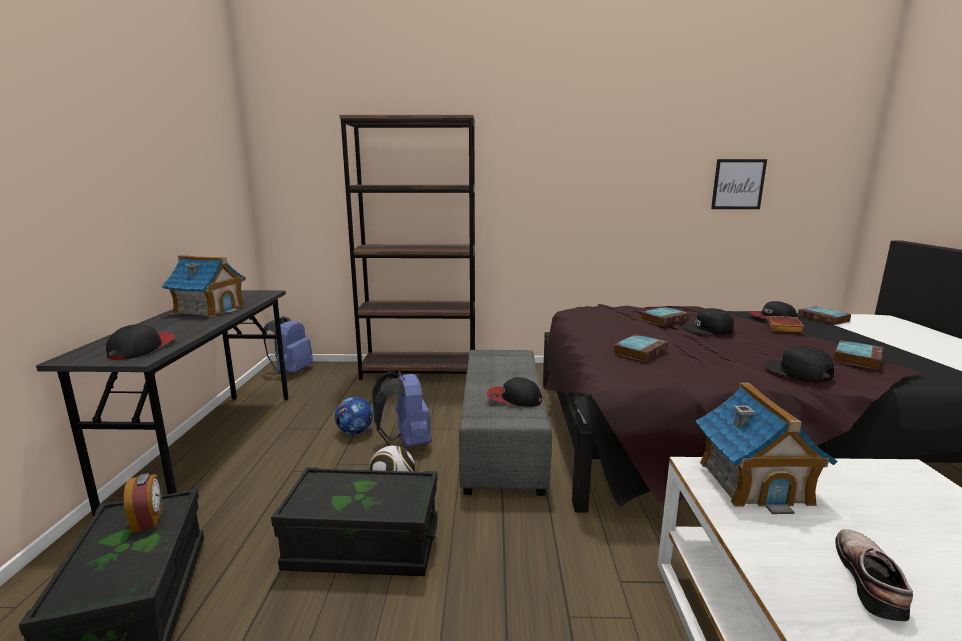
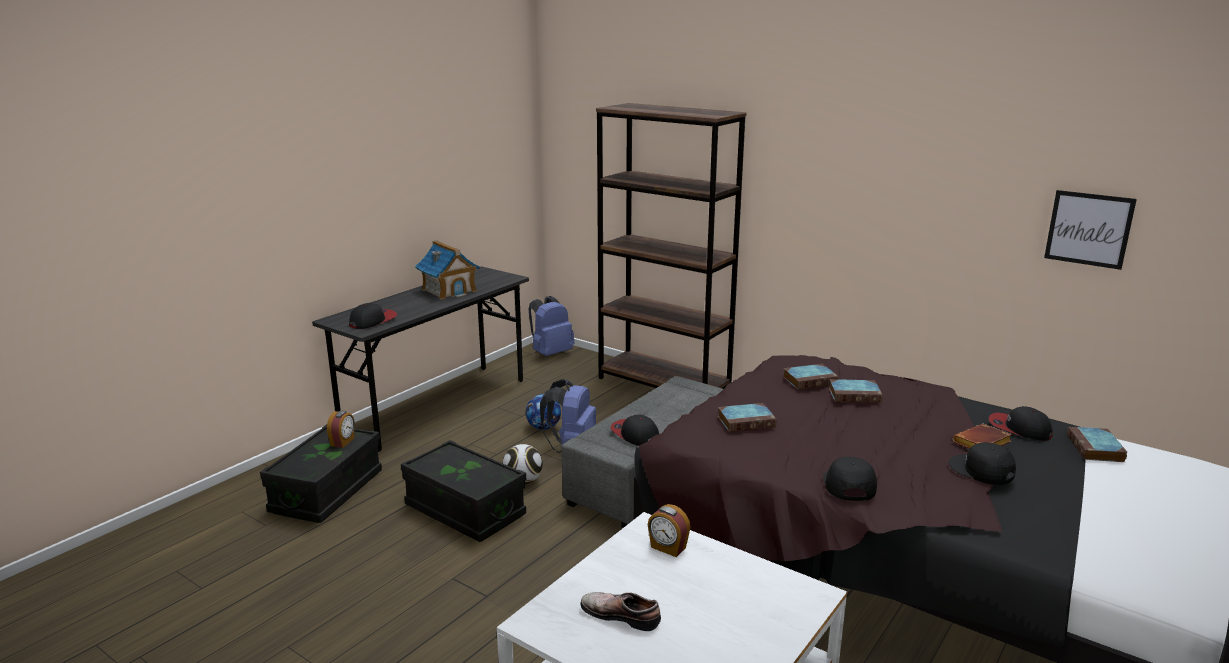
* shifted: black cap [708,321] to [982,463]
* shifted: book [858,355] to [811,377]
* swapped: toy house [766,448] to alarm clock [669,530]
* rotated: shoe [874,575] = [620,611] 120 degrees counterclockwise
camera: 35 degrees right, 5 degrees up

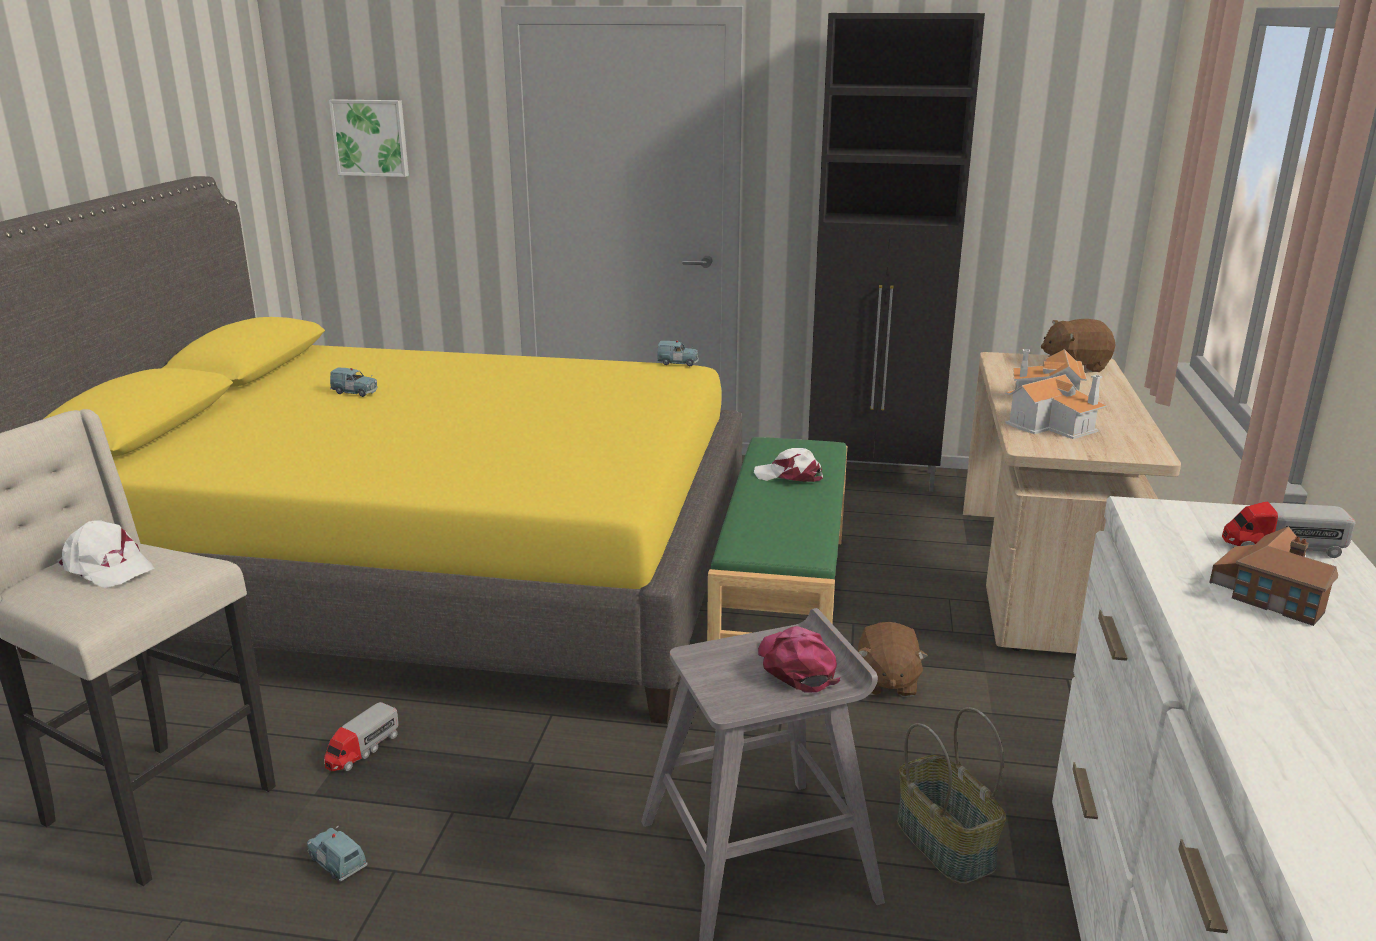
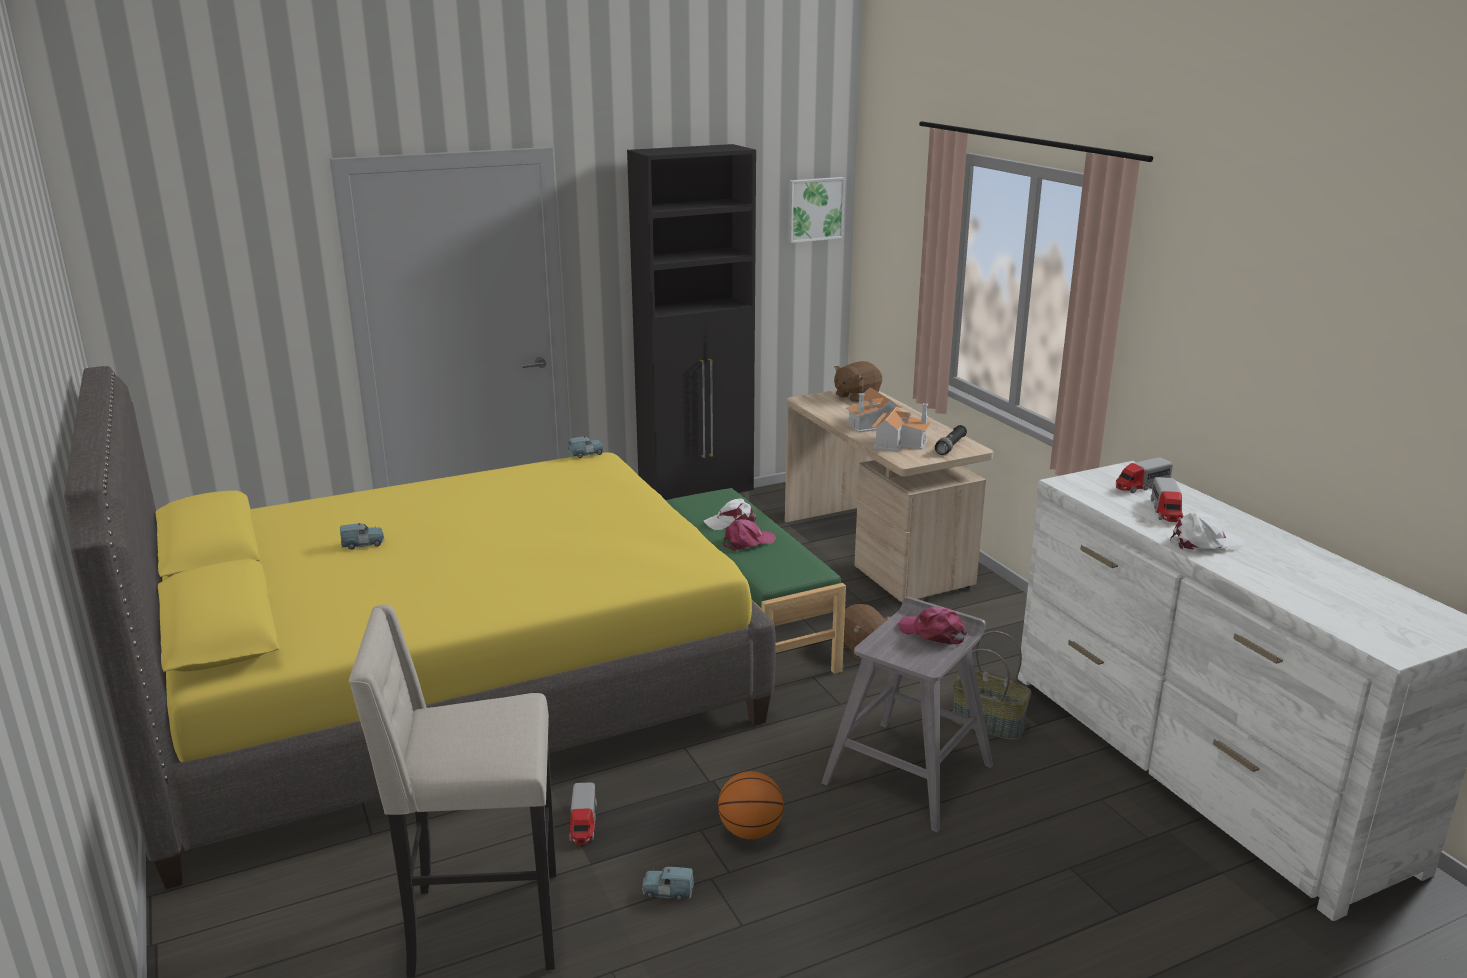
* new: basketball [751,805]
* new: pink cap [749,535]
* new: black flashlight [951,440]
* shifted: white cap [105,554] to [1207,531]
* shifted: picture [369,138] to [816,210]
* swapped: toy house [1273,576] to toy truck [1167,499]
camera: 35 degrees left, 0 degrees up

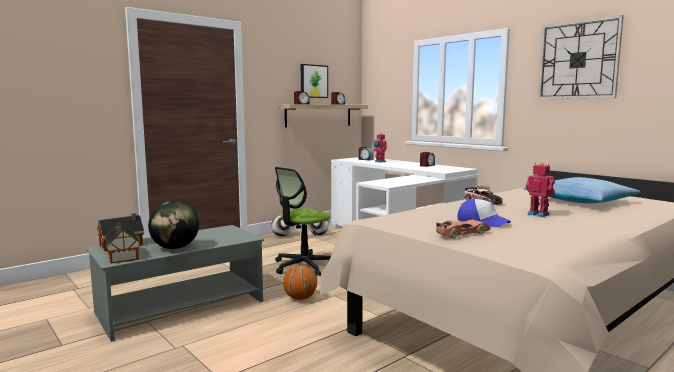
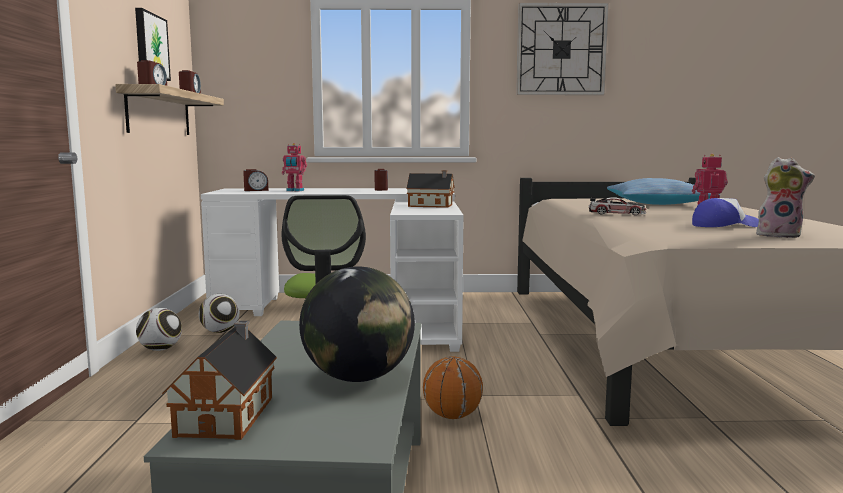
* shifted: toy house [122,243] to [430,189]
* swapped: toy car [463,229] to plush toy [785,197]
camera: 50 degrees left, 0 degrees up

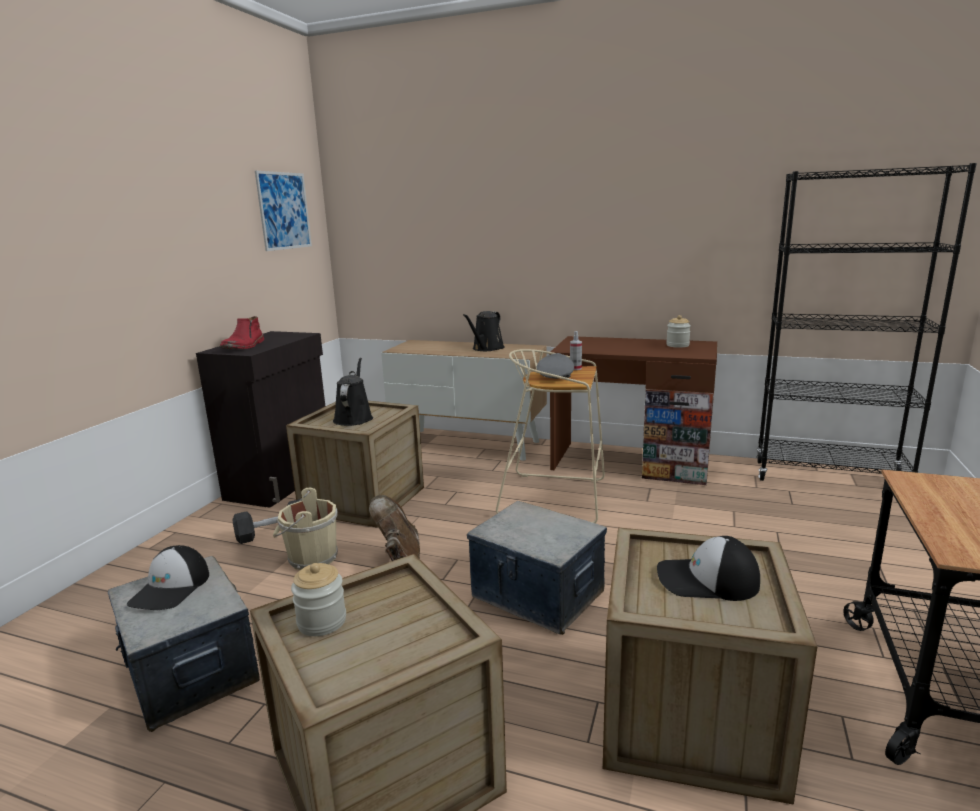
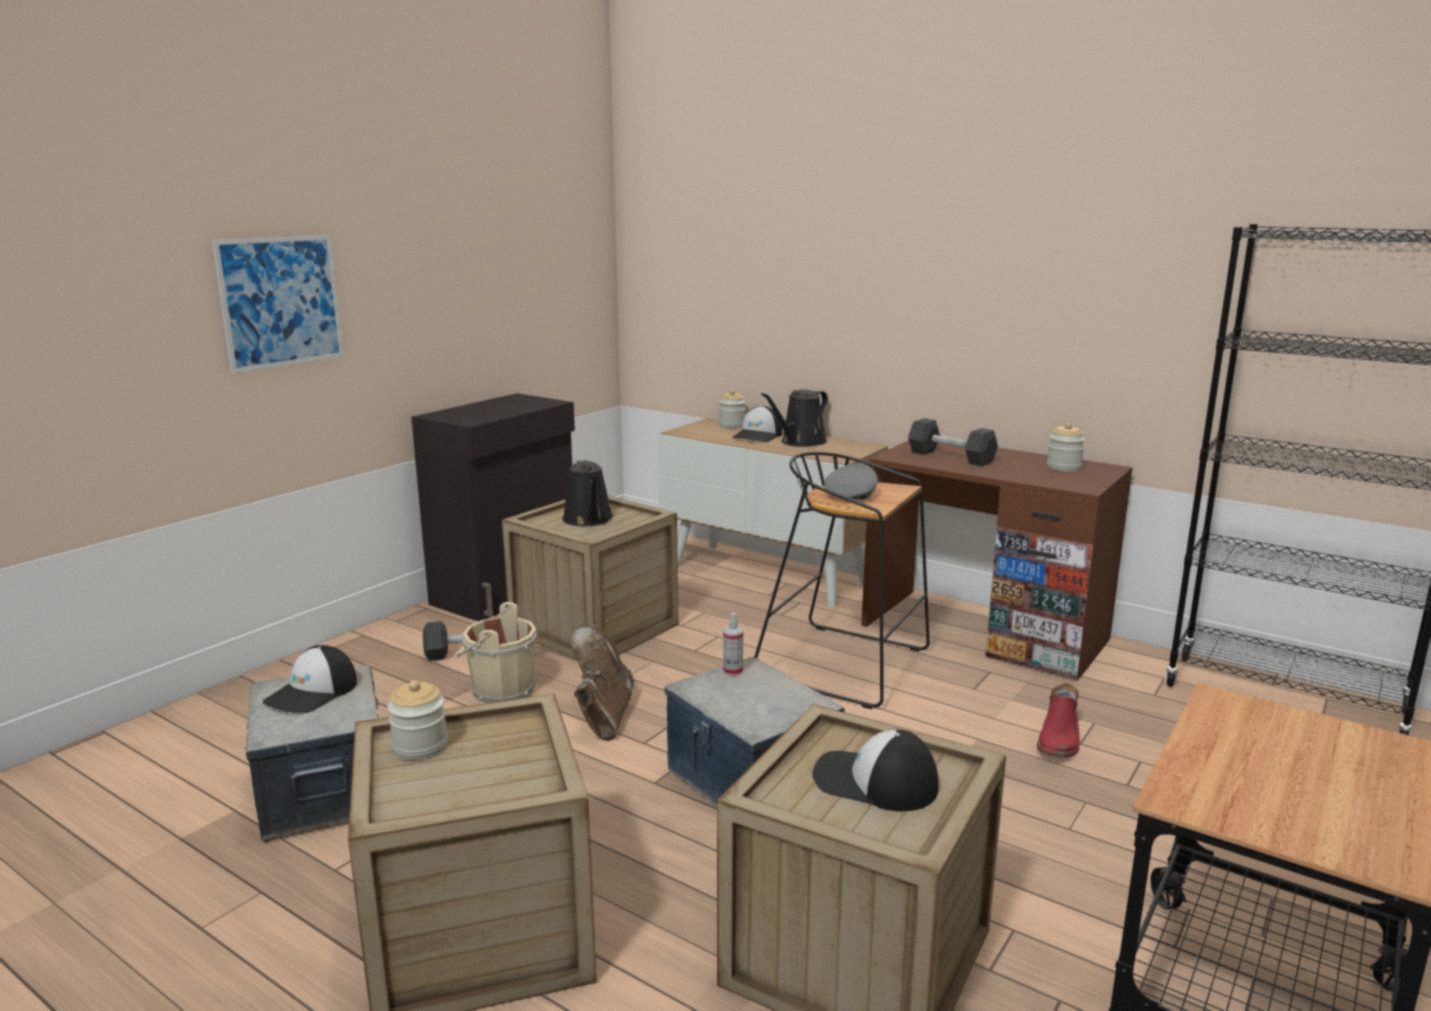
* new: jar [732,409]
* new: cap [757,424]
* new: black dumbbell [953,442]
* shifted: red boot [242,332] to [1058,720]
* shifted: picture [283,211] to [278,304]
* shifted: spray bottle [576,350] to [733,644]
* repainted: beige stool [550,436] to black stool [842,580]
* rotated: black watering can [353,392] = [587,492] 150 degrees clockwise
camera: 15 degrees right, 0 degrees up

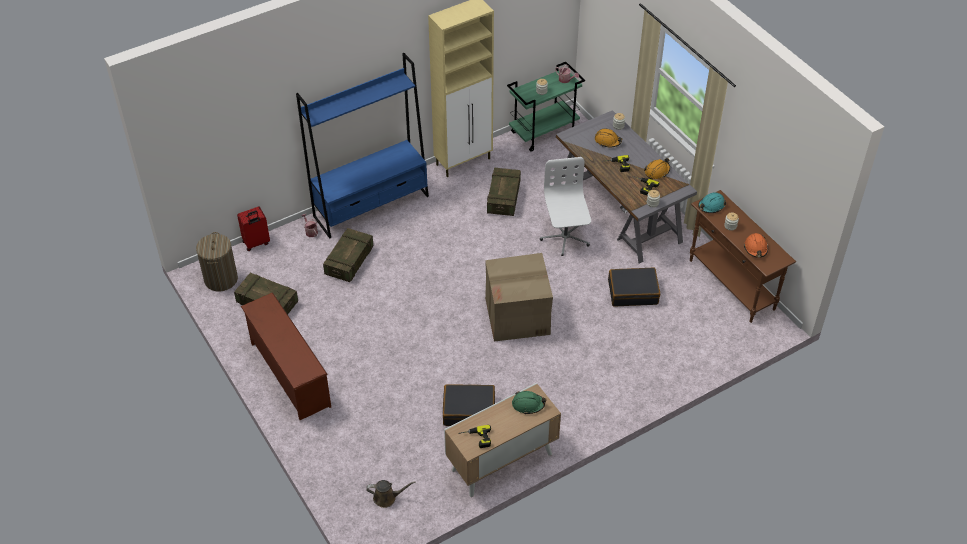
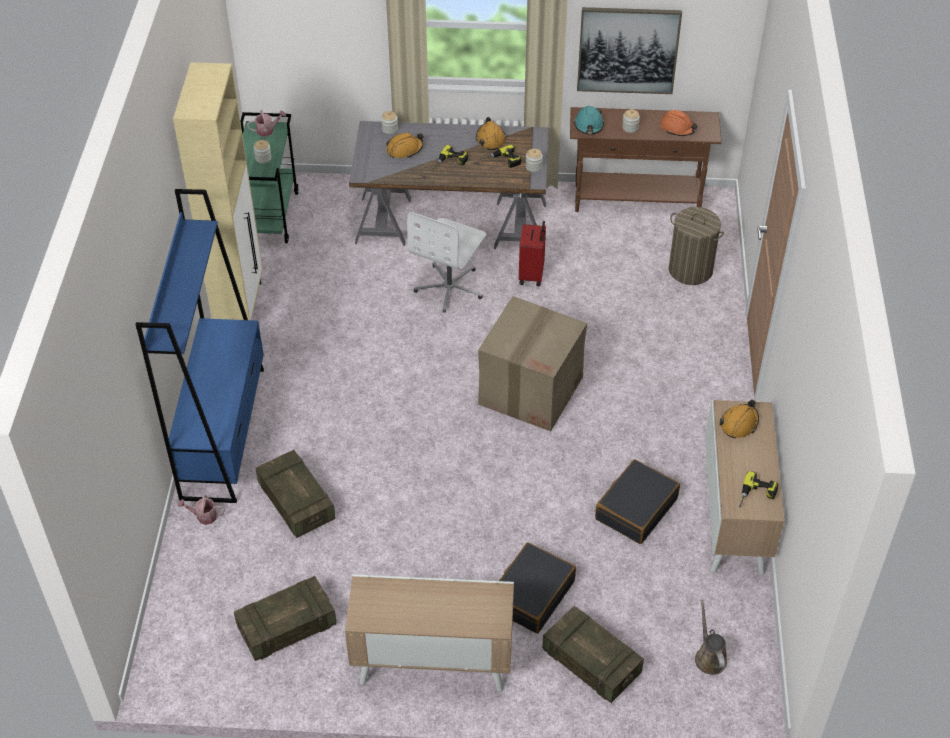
* new: picture [629,50]
* shifted: laundry basket [217,262] to [696,246]
* shifted: red suitcase [253,229] to [532,253]
* shifted: crate [504,192] to [593,654]
* shifted: black suitcase [634,286] to [537,588]
* swapped: brown shoe rack [286,356] to cabinet [429,633]
* repainted: green hard hat [529,402] to orange hard hat [739,419]
* rotated: brown watering can [390,494] = [711,637] 45 degrees counterclockwise
* rotated: white office chair [565,206] = [447,262] 90 degrees counterclockwise
camera: 55 degrees left, 0 degrees up

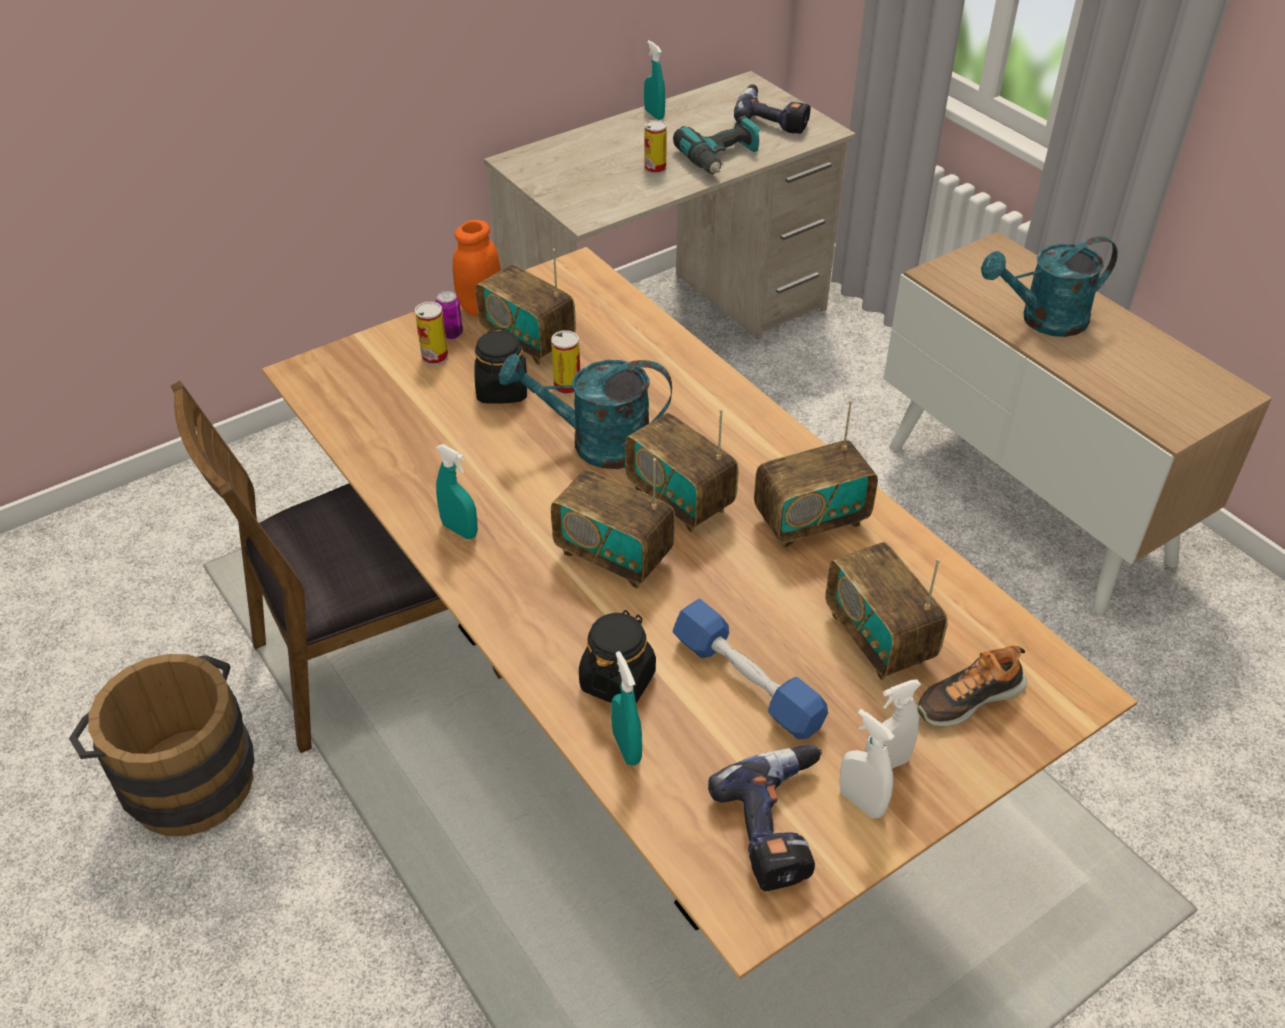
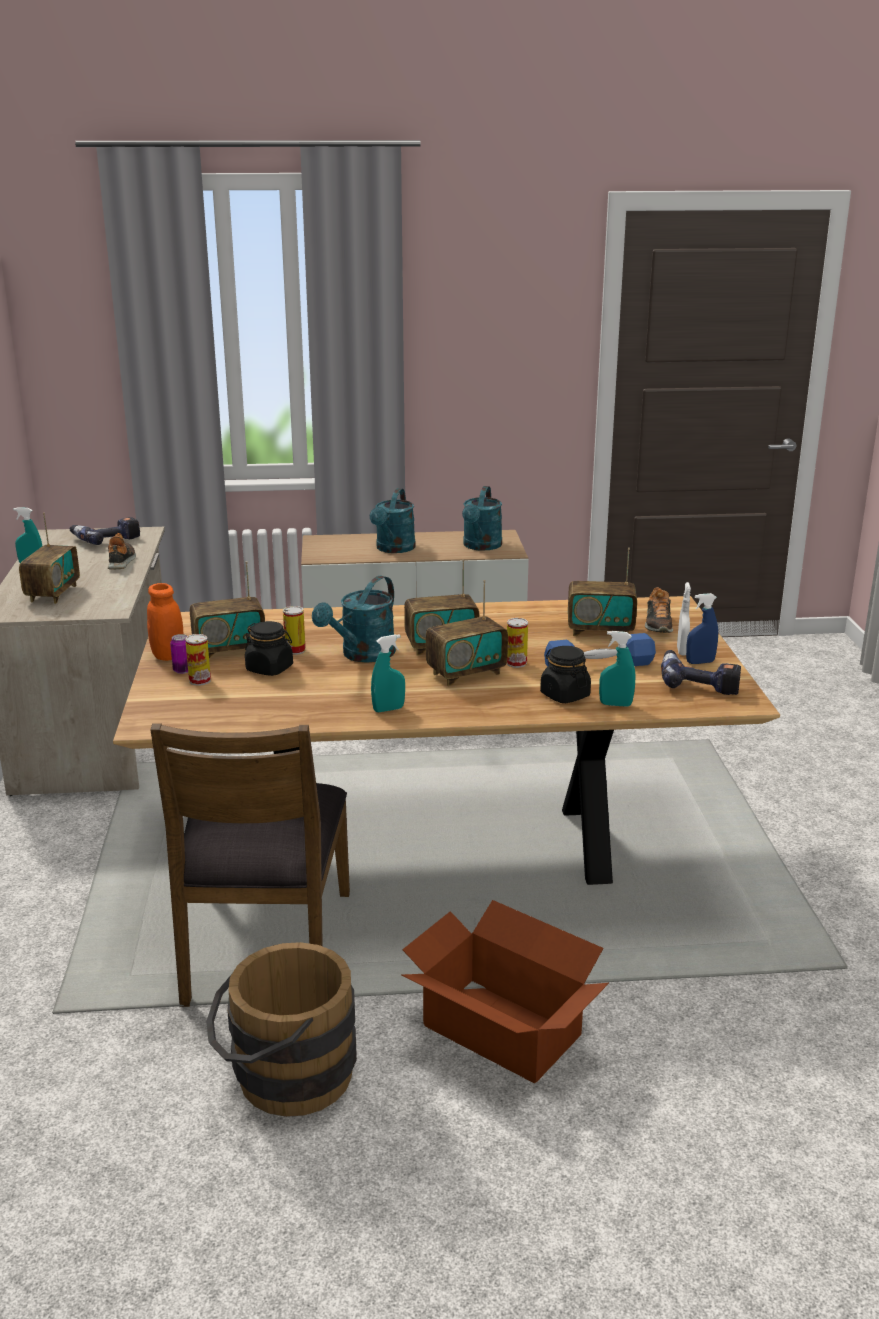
* new: cardboard box [505,991]
* new: turquoise watering can [482,518]
* shifted: can [655,147] to [517,643]
* shifted: radio [816,474] to [49,558]
* swapped: power drill [717,145] to shoe [122,551]
* repainted: white spray bottle [867,763] to blue spray bottle [702,628]
camera: 60 degrees left, 20 degrees down

